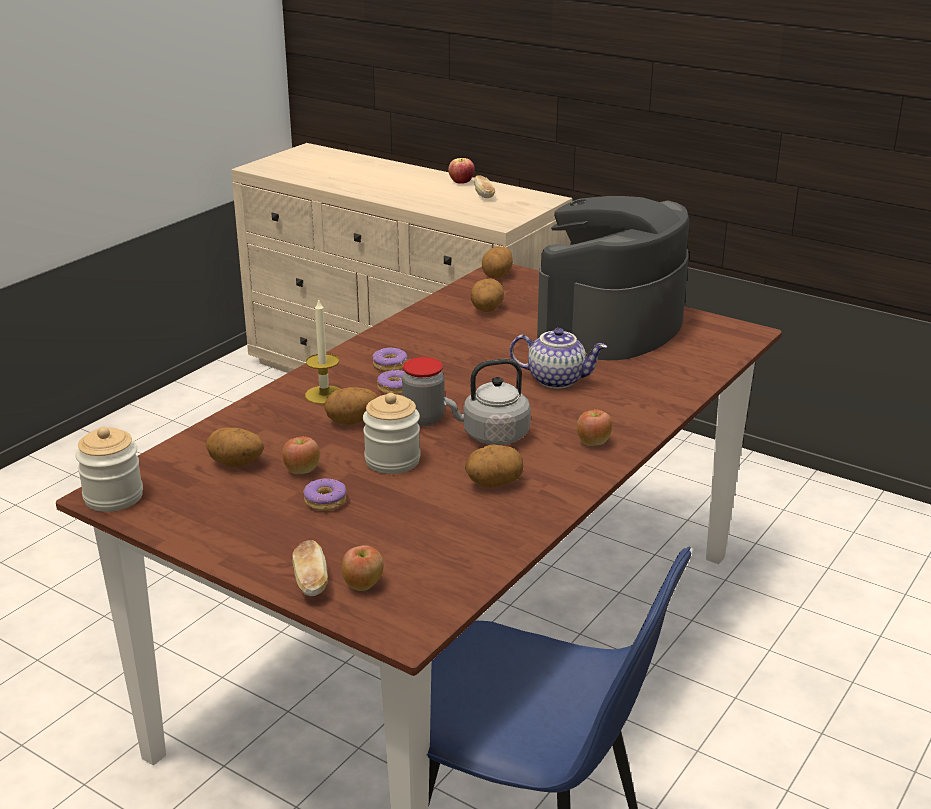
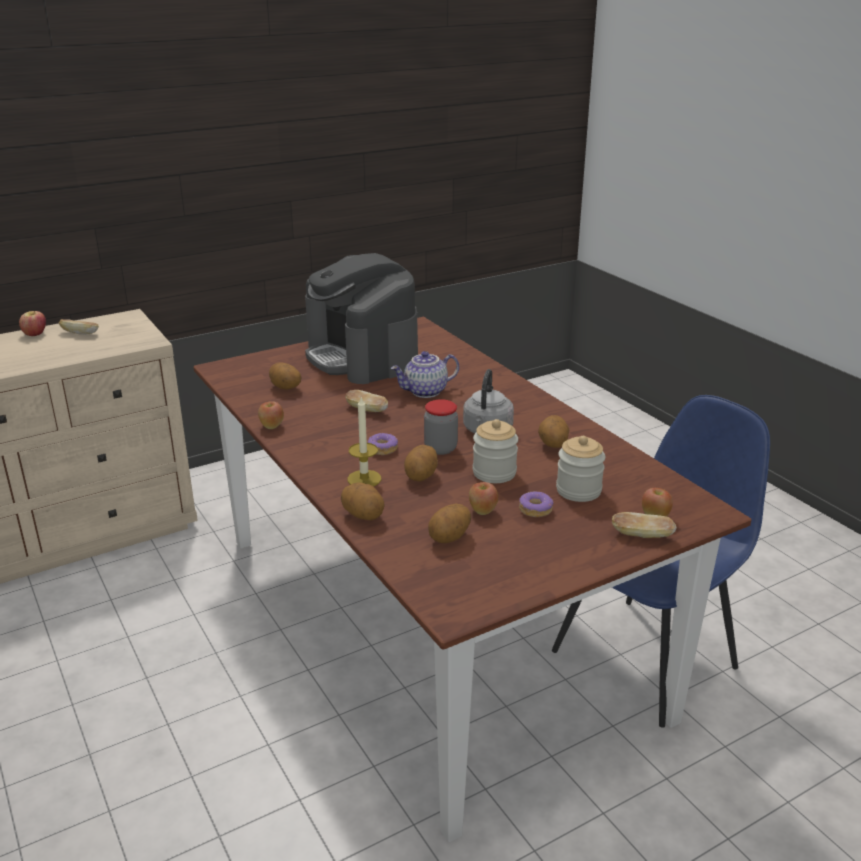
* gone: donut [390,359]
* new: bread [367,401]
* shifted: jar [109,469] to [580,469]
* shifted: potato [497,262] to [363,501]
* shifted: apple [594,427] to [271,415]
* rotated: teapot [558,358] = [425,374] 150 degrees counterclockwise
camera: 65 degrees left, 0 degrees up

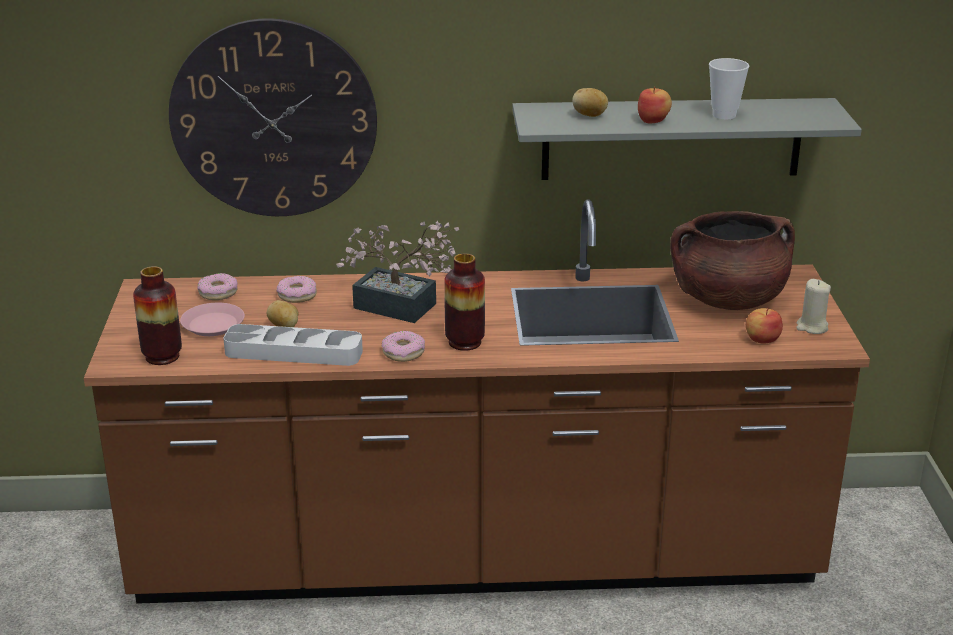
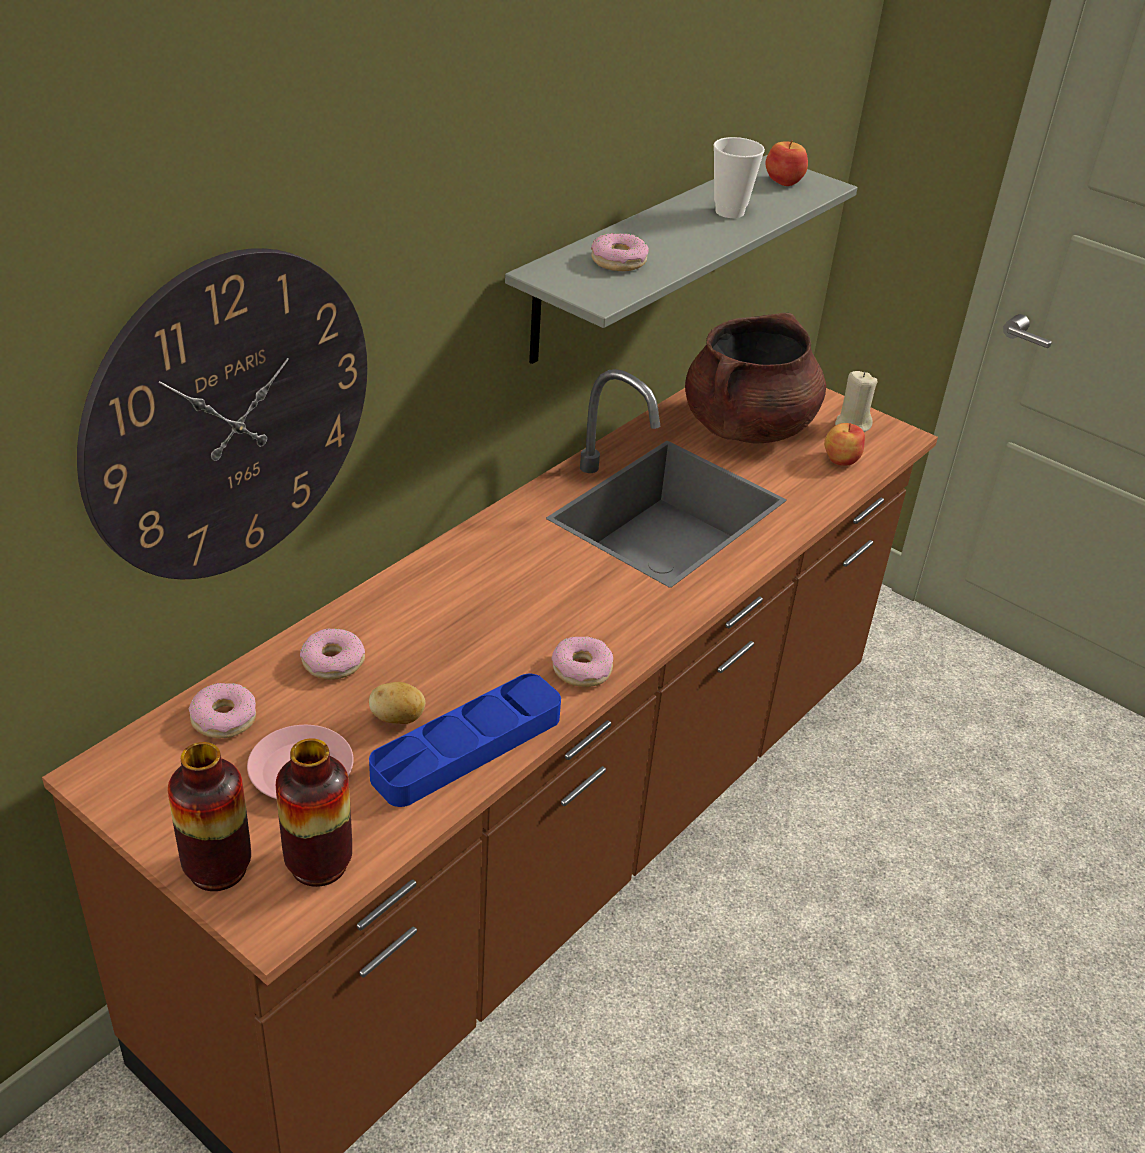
* gone: potted plant [397,272]
* shifted: vase [464,302] to [209,816]
* shifted: apple [655,105] to [786,163]
* swapped: potato [590,102] to donut [620,252]
* repainted: grey tray [293,345] to blue tray [465,740]
camera: 50 degrees left, 10 degrees up

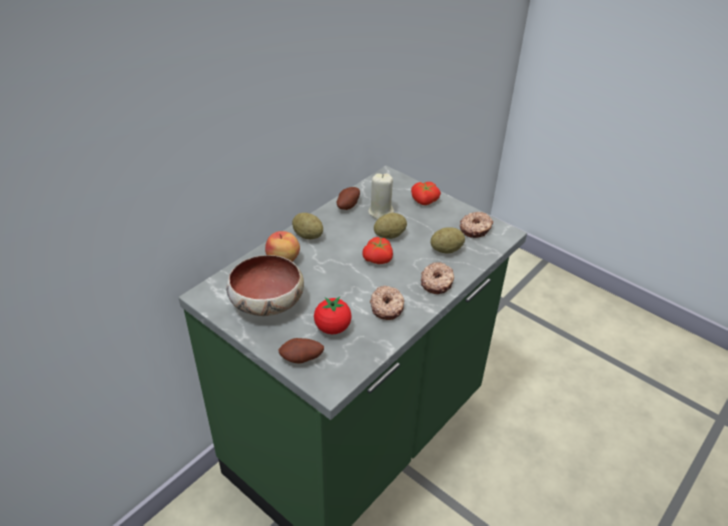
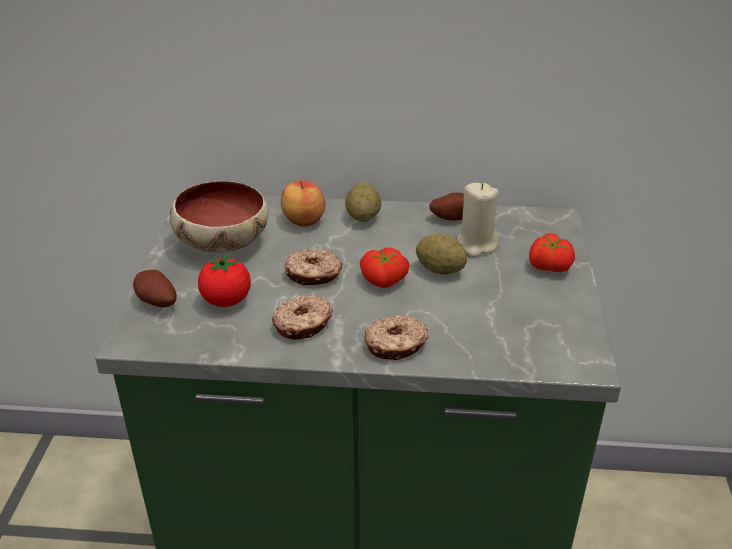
* gone: potato [448,240]
* shifted: donut [476,225] to [313,267]
camera: 55 degrees right, 5 degrees down

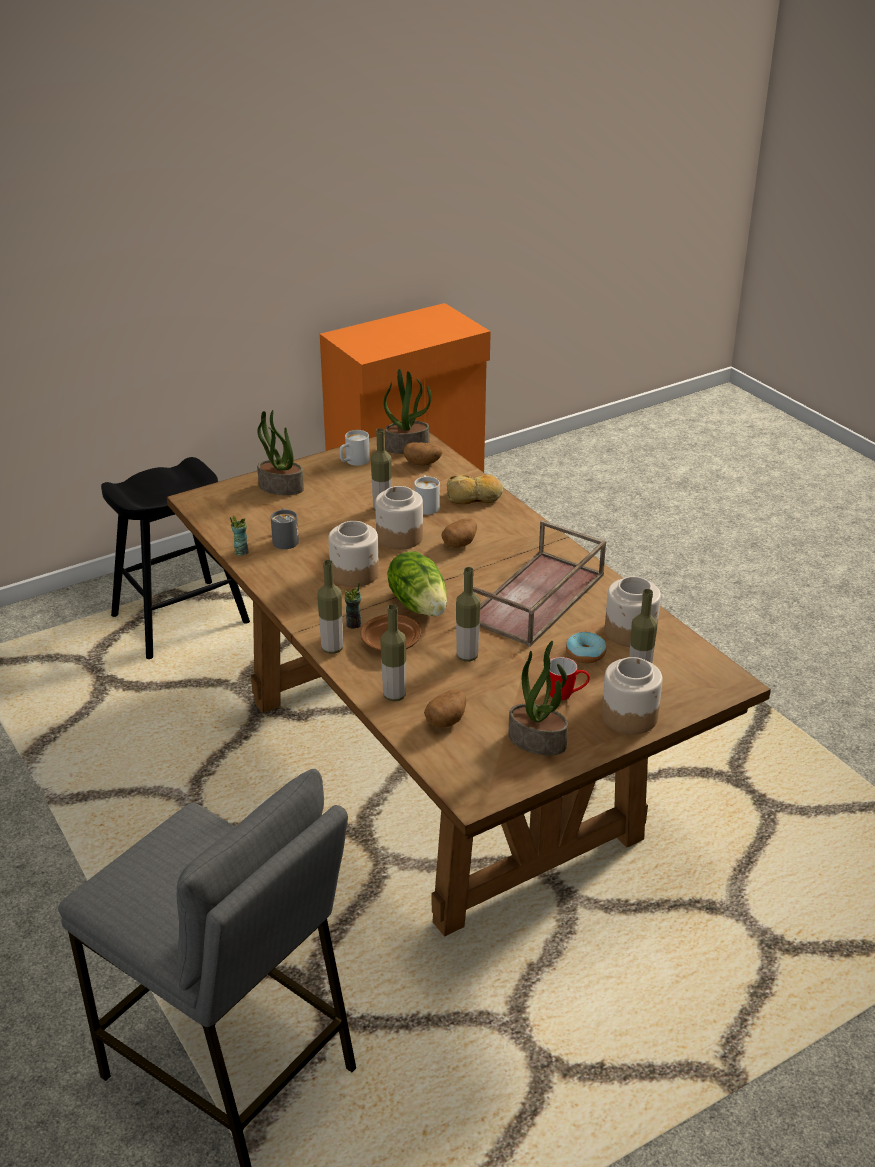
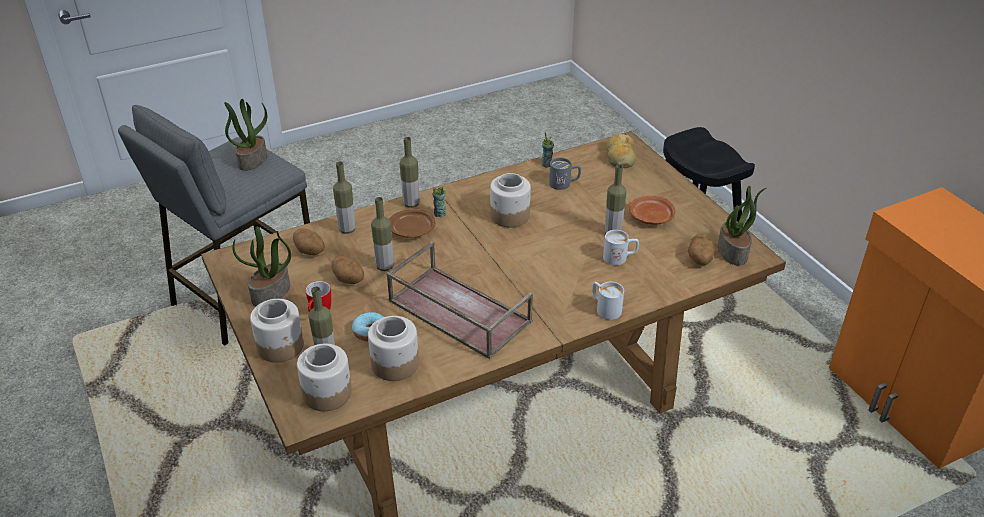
* gone: lettuce [417,583]
* new: brown plate [652,210]
* shifted: potted plant [280,452] to [245,135]
* shifted: white mug [355,448] to [608,301]
* shifted: jar [399,518] to [324,377]
* shifted: potato [459,533] to [348,270]
* shifted: bread [475,489] to [621,150]
camera: 95 degrees right, 5 degrees up

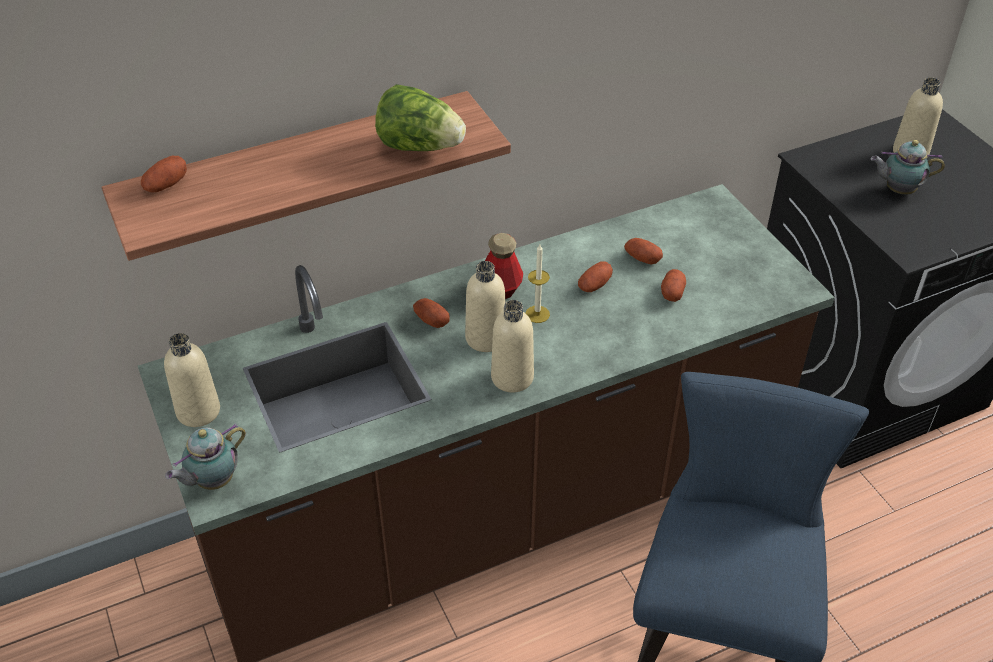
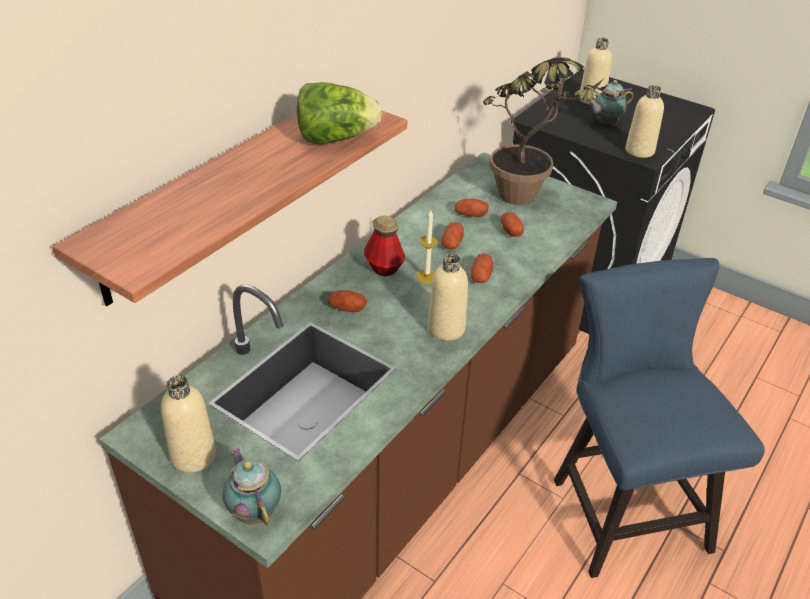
* new: potted plant [545,131]
* shifted: potato [164,174] to [482,268]
* shifted: beige bottle [485,306] to [644,121]
* rotated: teapot [205,456] = [252,486] 135 degrees clockwise
camera: 30 degrees left, 5 degrees down

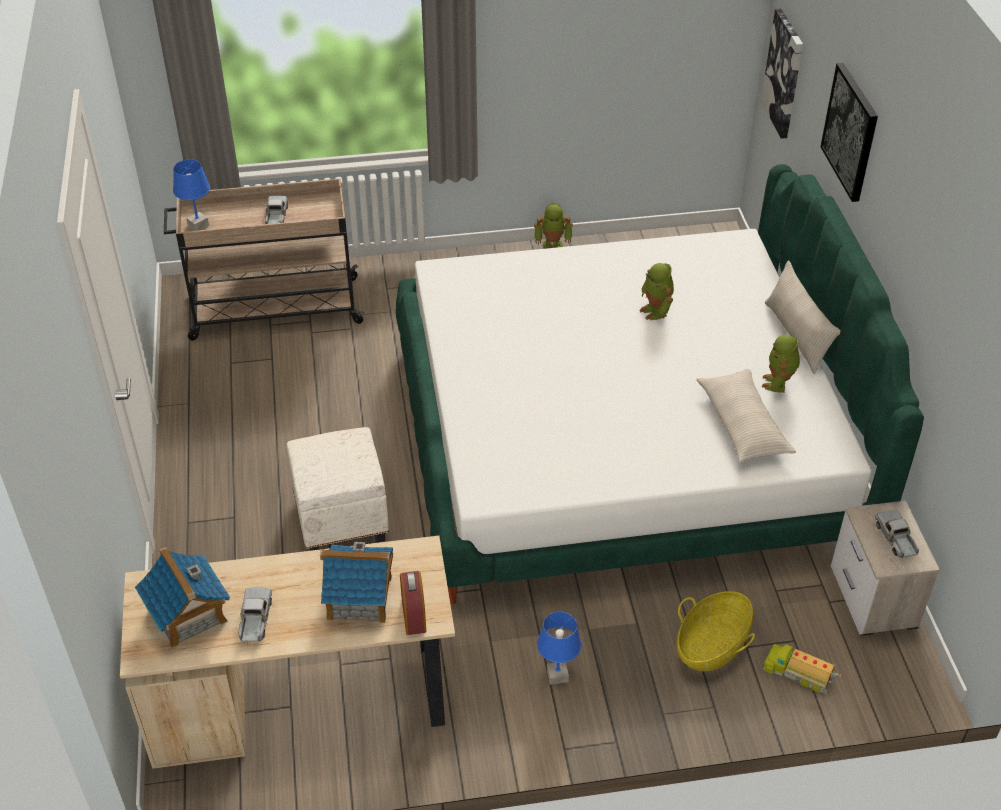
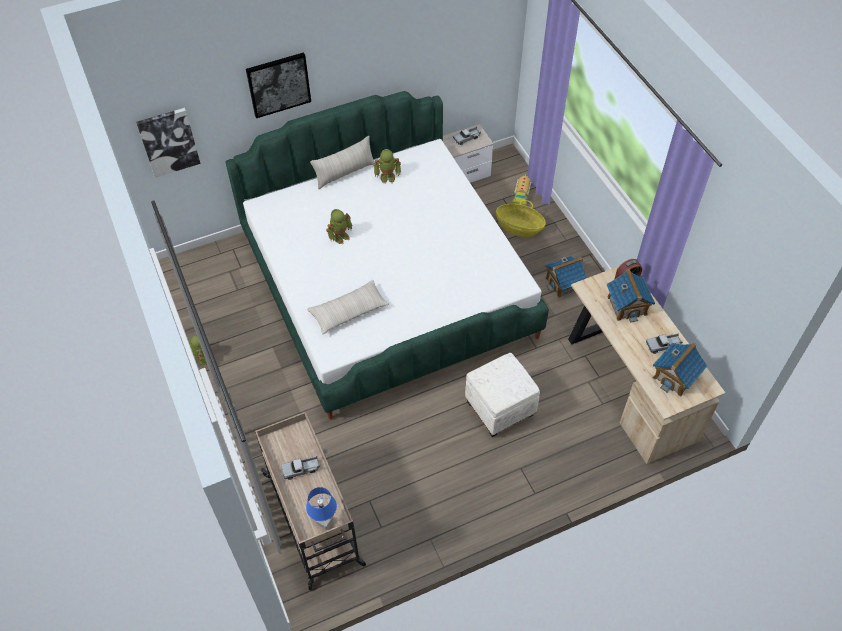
* shifted: beige pillow [746,416] to [348,307]
* swapped: blue table lamp [559,648] to toy house [566,277]
camera: 105 degrees left, 10 degrees up

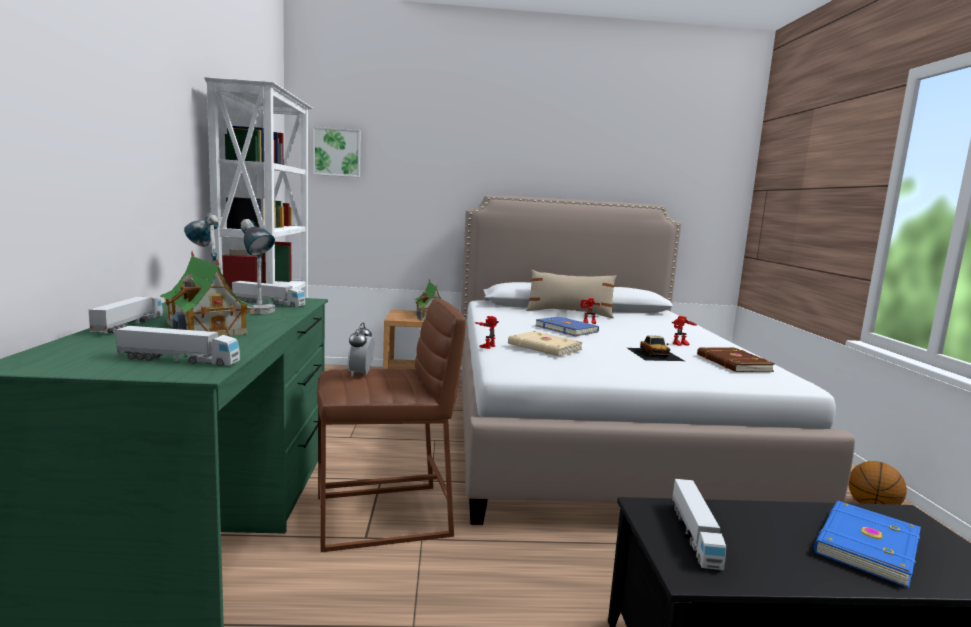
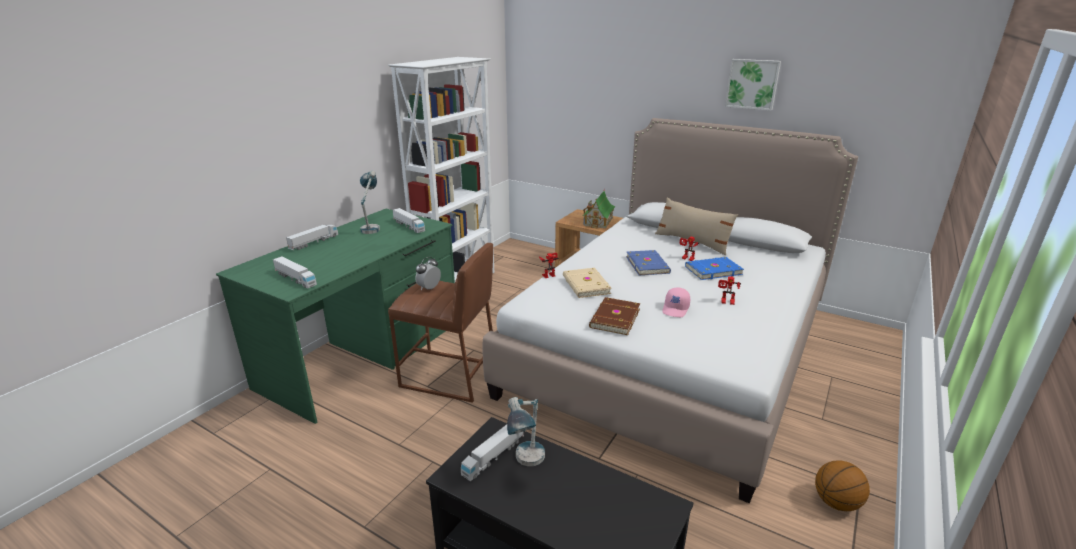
* gone: toy house [209,294]
* shifted: table lamp [257,266] to [526,431]
* shifted: picture [337,152] to [753,85]
* shifted: brown book [736,359] to [614,316]
* shifted: blue book [867,544] to [714,268]
* swapped: toy car [655,348] to pink cap [676,302]
camera: 35 degrees right, 15 degrees up

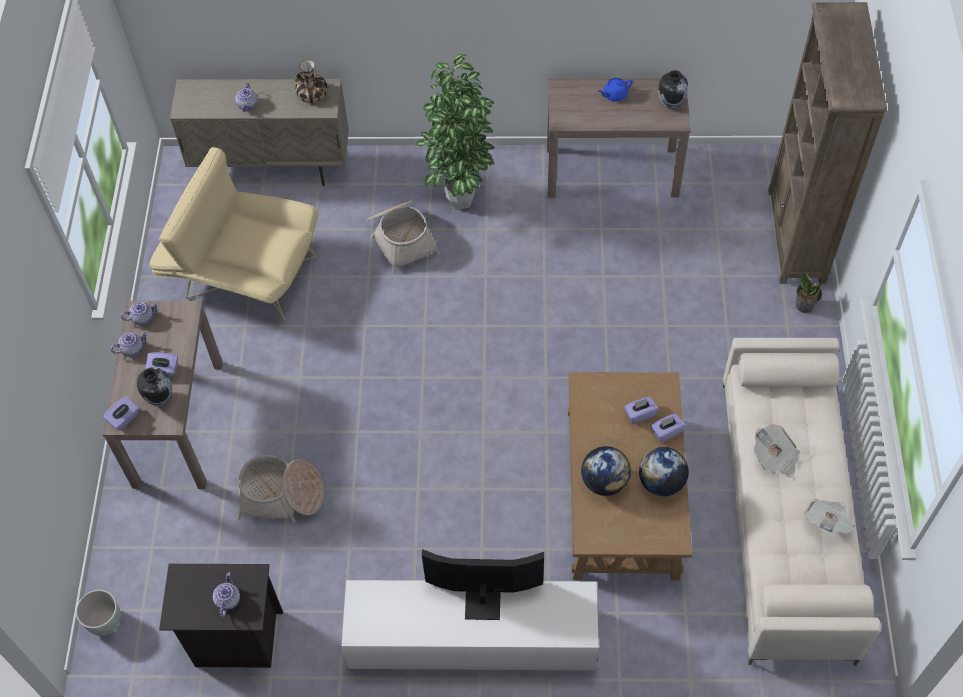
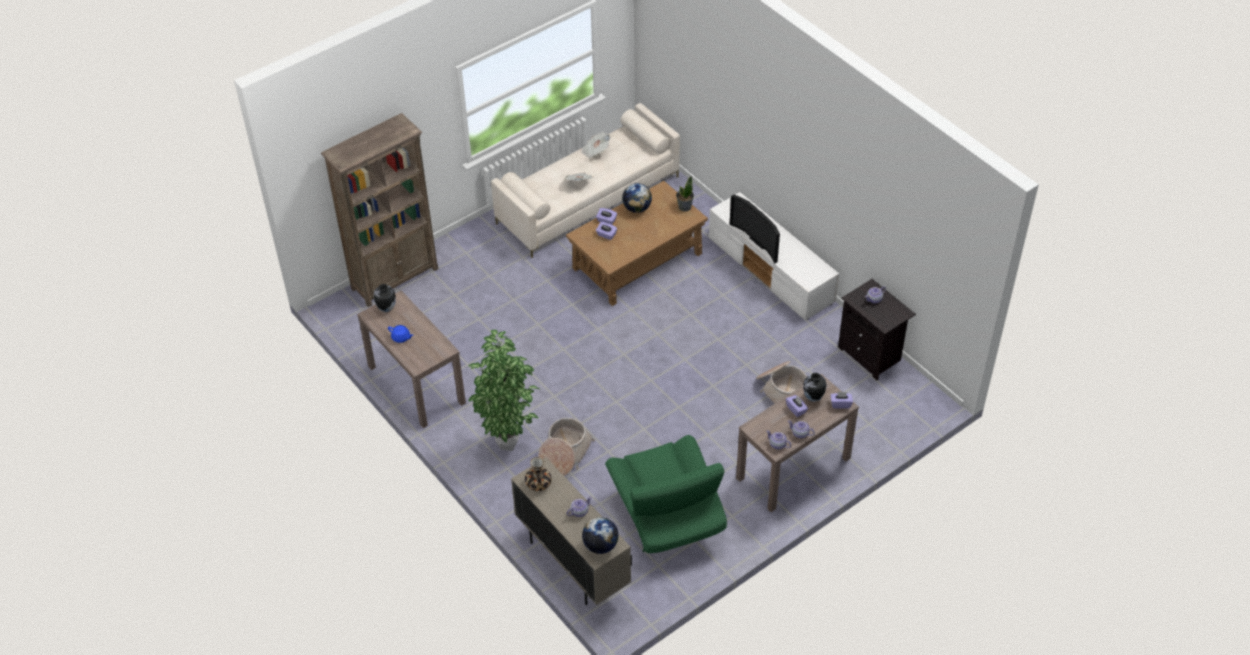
* gone: grey planter [98,613]
* shifted: globe [606,471] to [600,535]
* shifted: potted plant [809,292] to [685,193]
* repainted: beige armchair [234,233] to green armchair [666,494]
camera: 130 degrees left, 10 degrees down

